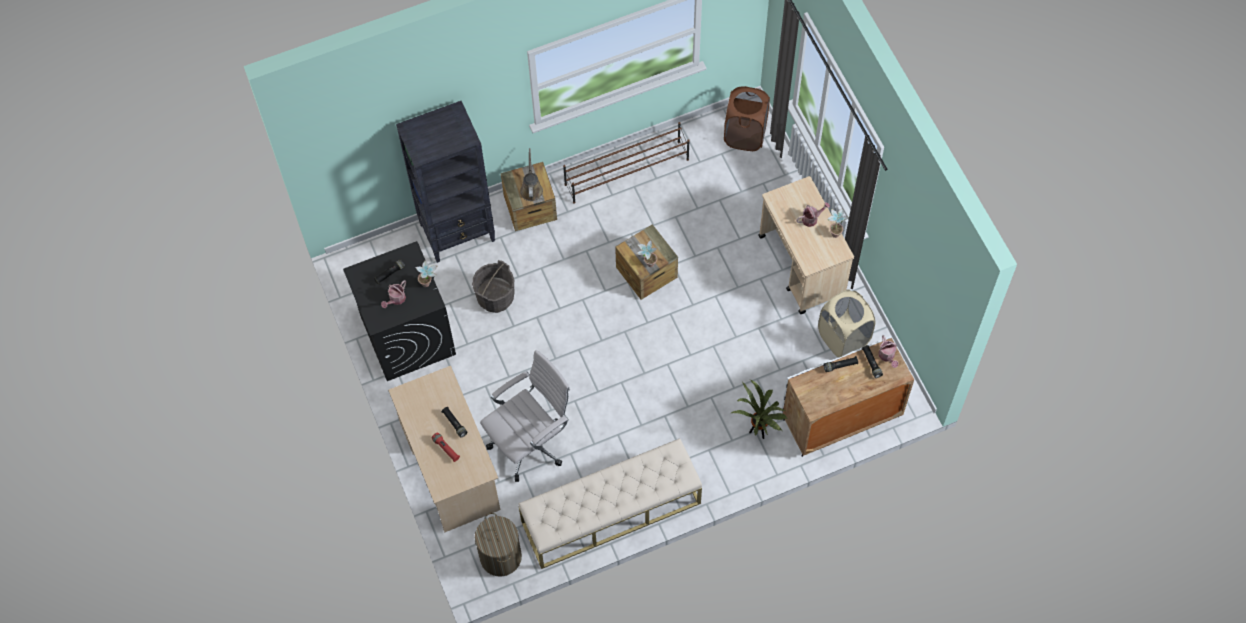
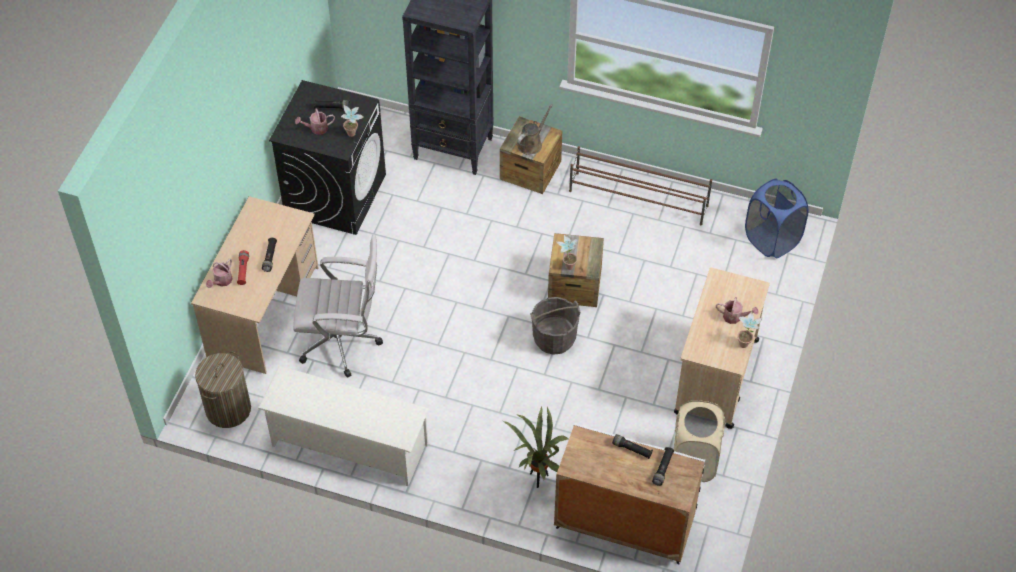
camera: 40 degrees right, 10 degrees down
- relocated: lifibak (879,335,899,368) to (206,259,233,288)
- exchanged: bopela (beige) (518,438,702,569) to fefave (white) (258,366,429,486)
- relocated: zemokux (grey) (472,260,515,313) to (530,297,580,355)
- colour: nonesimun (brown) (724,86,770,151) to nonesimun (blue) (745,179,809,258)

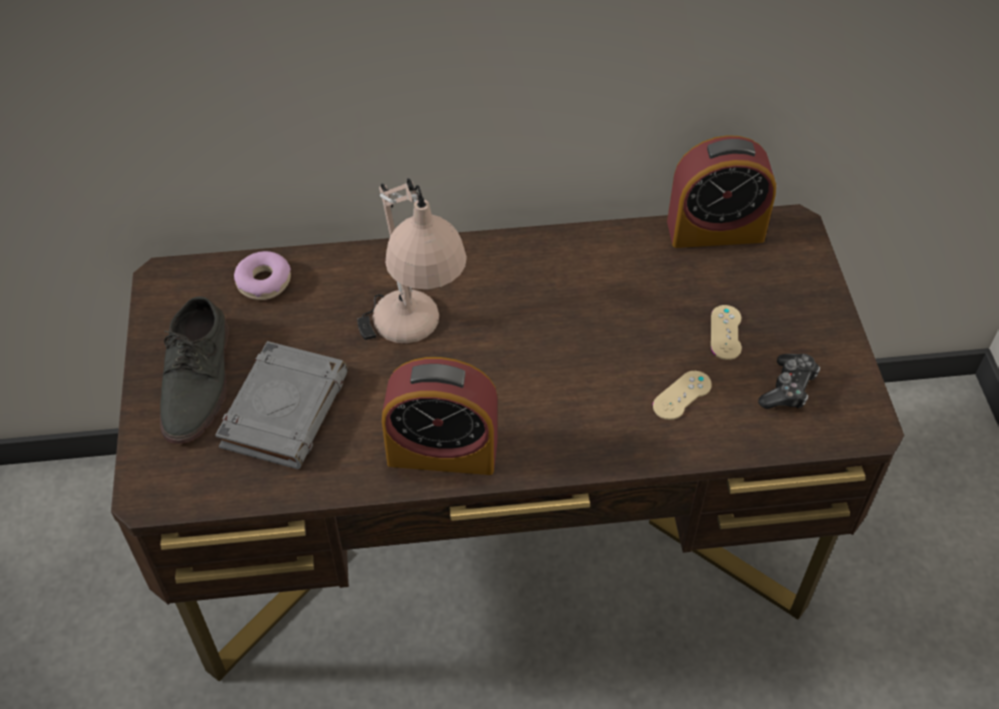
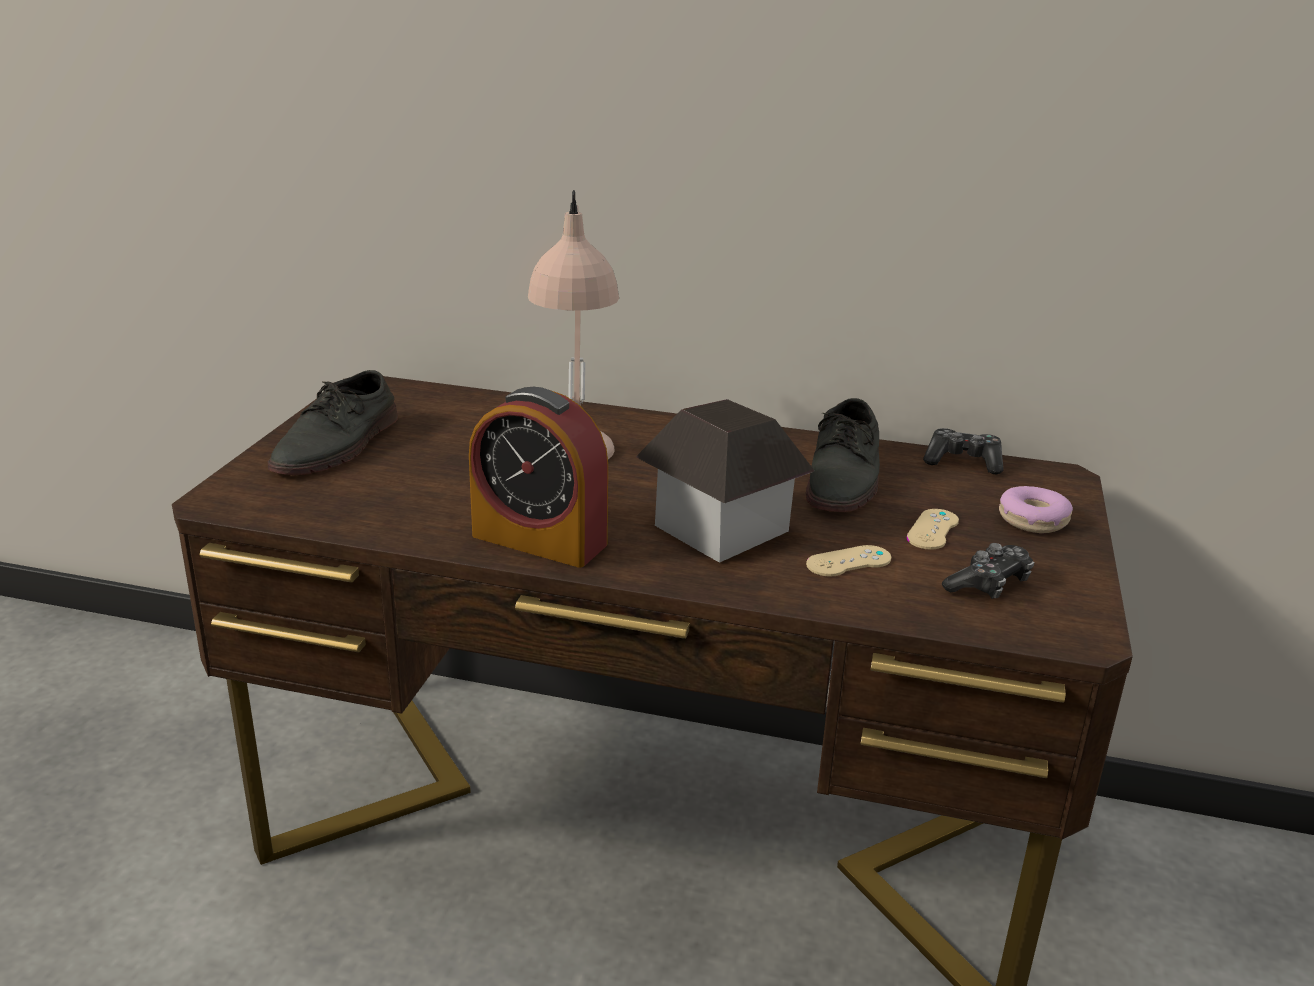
camera: 20 degrees right, 25 degrees down
- appeared: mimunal (636,399,815,563)
- appeared: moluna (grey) (806,398,880,512)
- exchanged: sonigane (667,135,776,248) to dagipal (923,428,1004,474)
- relocated: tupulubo (234,251,291,300) to (999,486,1073,533)
- missing: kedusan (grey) (215,341,349,469)

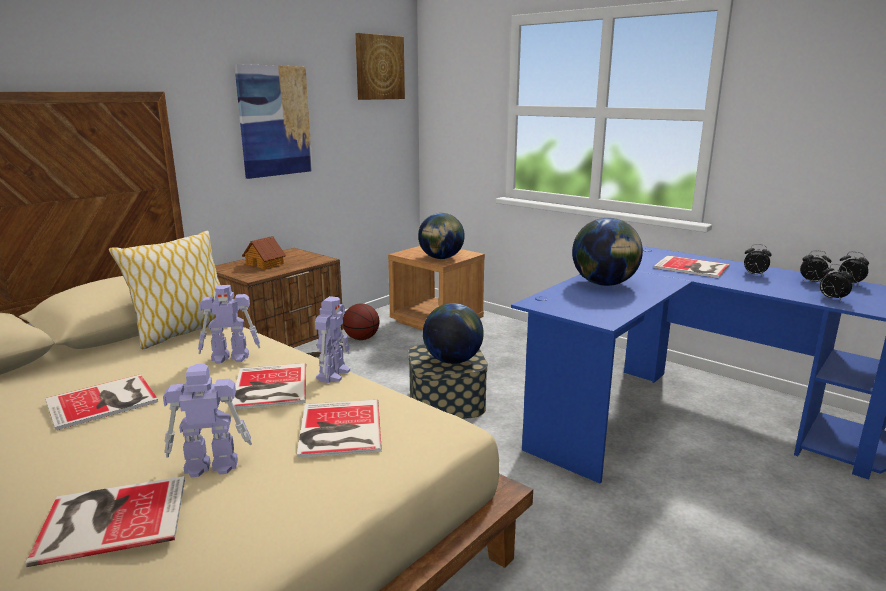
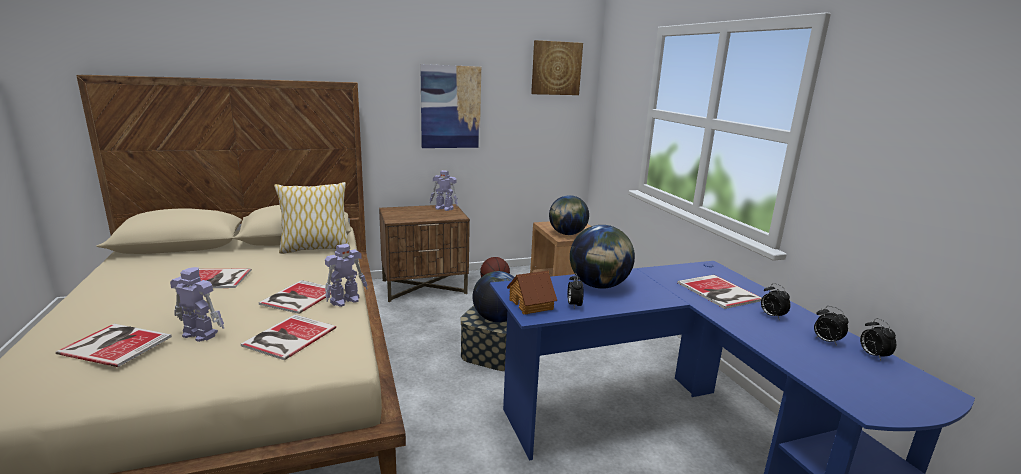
camera: 30 degrees right, 0 degrees up
- relocated: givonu (198,285,260,364) to (430,170,458,211)
- relocated: mimunal (242,236,286,270) to (507,271,557,315)
- relocated: sonigane (820,264,852,302) to (567,273,583,309)

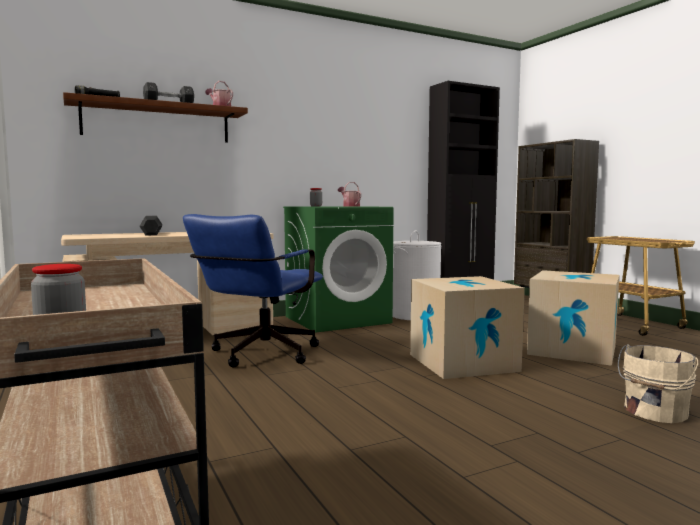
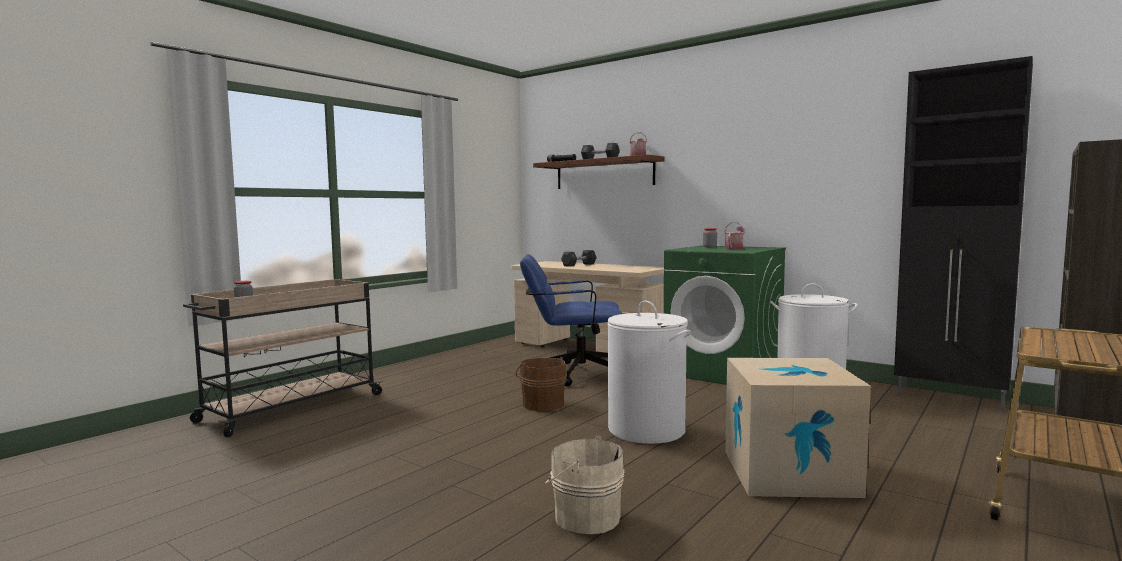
camera: 65 degrees right, 0 degrees up
- appeared: zemokux (brown) (516,357,566,411)
- exchanged: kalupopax (410,276,525,379) to nonesimun (white) (607,301,691,444)

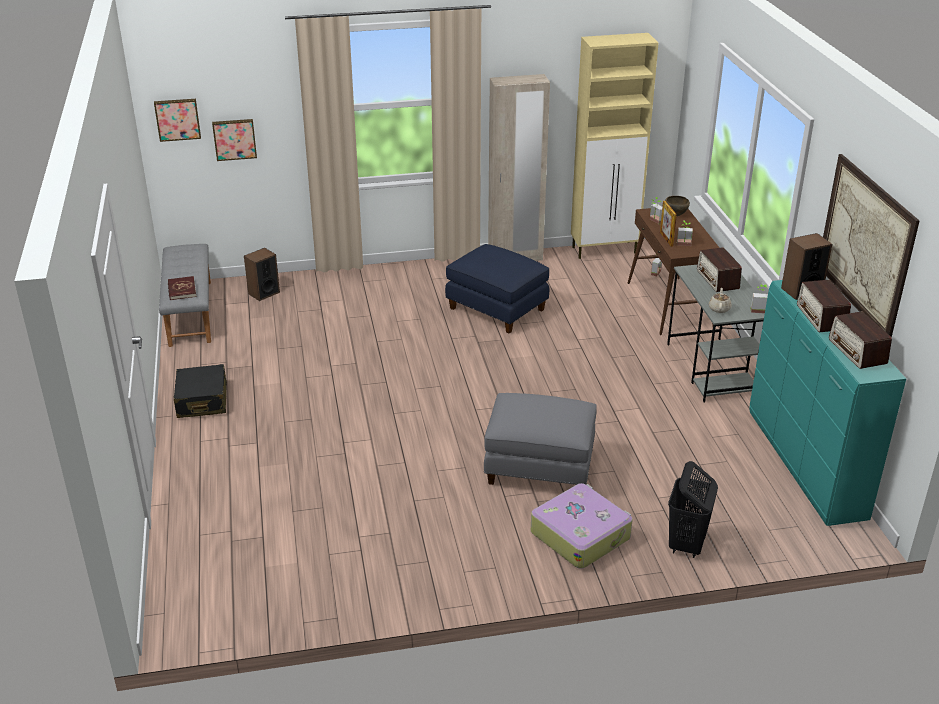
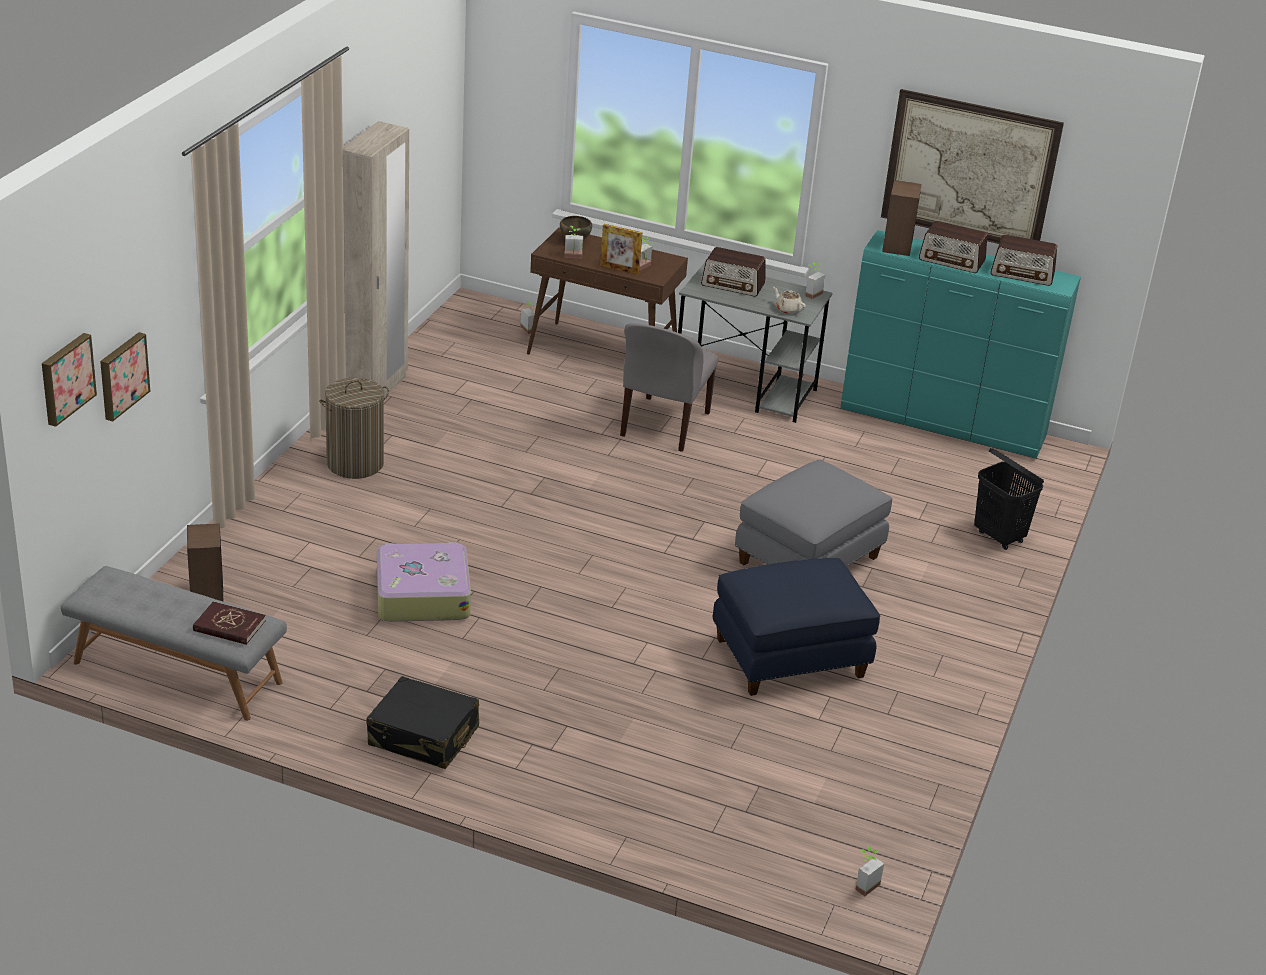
camera: 60 degrees left, 0 degrees up
- appeared: nonesimun (319,378,389,479)
- relocated: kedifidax (531,483,633,569) to (377,542,471,622)
- appeared: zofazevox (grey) (620,323,718,452)
- relocated: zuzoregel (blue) (445,244,549,334) to (713,558,880,696)
- appeared: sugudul (855,846,884,896)
- missing: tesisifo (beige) (571,33,659,259)

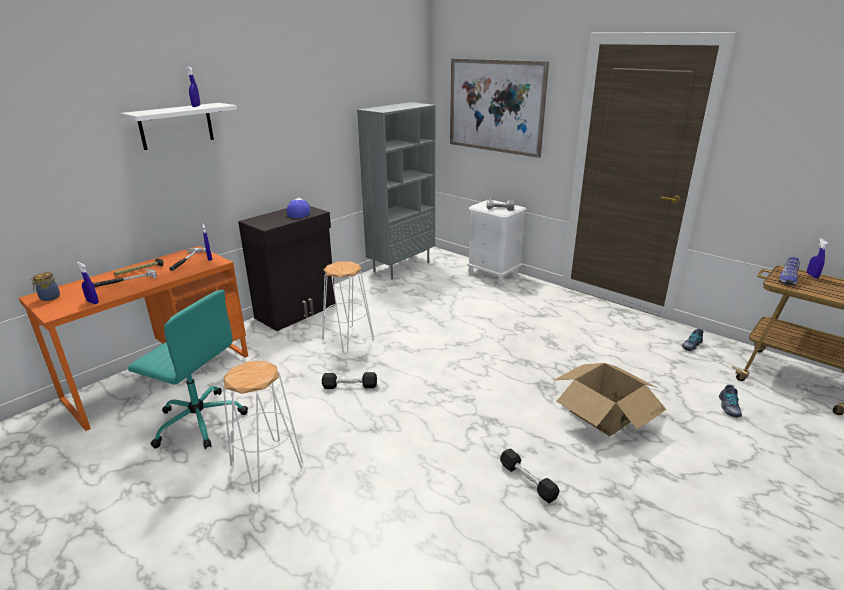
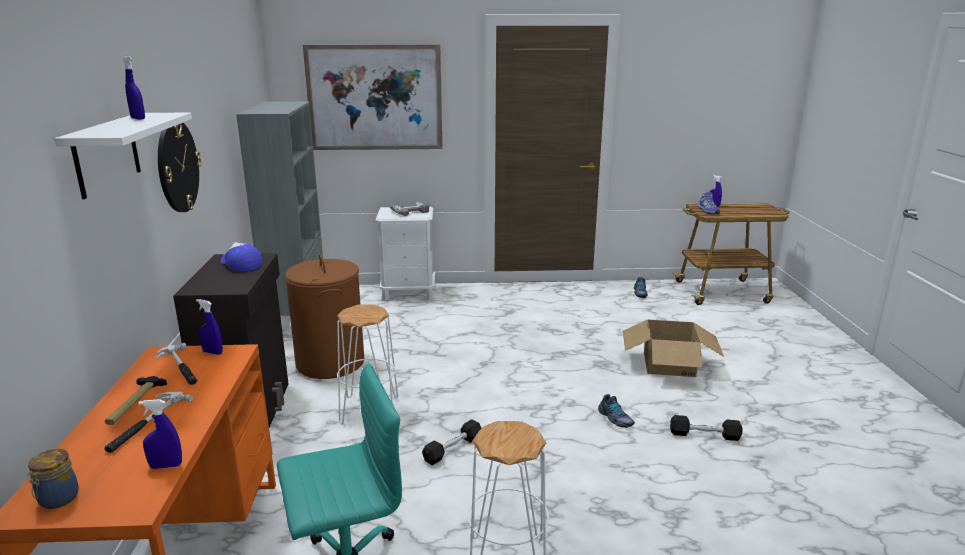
camera: 45 degrees left, 5 degrees down
- appeared: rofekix (158,123,201,212)
- appeared: nonesimun (brown) (285,254,364,379)
- relocated: moluna (719,385,742,418) to (598,394,635,428)

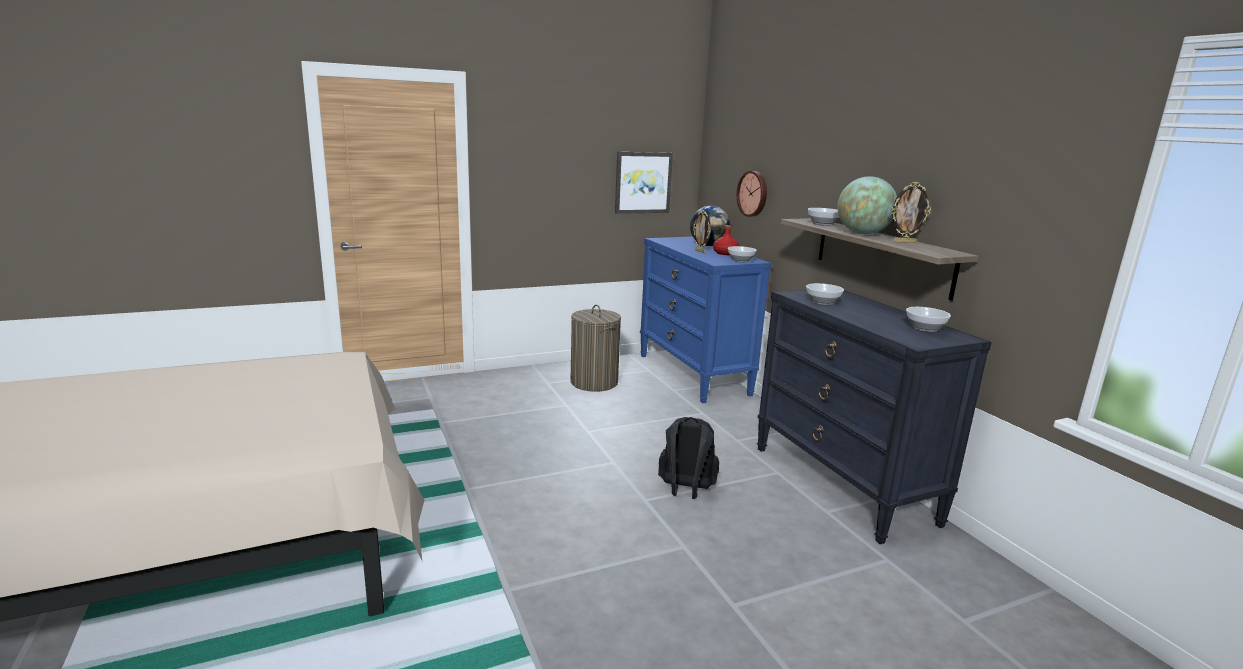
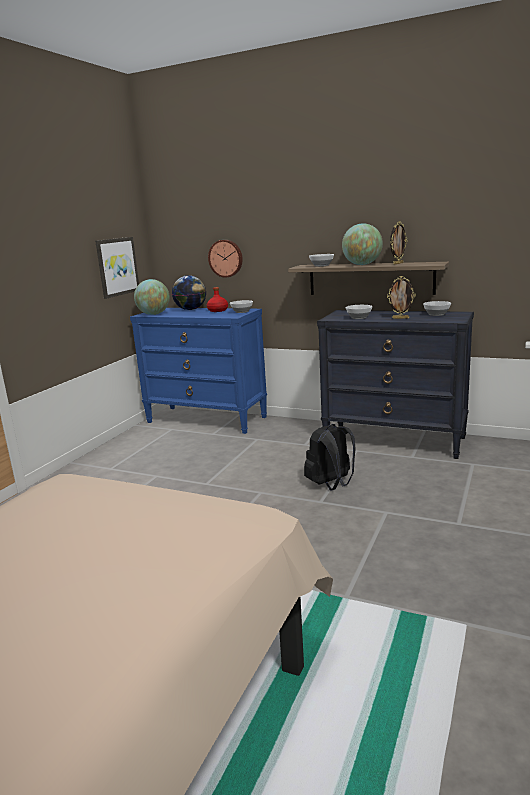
camera: 40 degrees left, 0 degrees up
- appeared: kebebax (134,279,170,315)
- relocated: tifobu (693,210,711,253) to (387,276,416,319)
- missing: nonesimun (570,305,621,392)

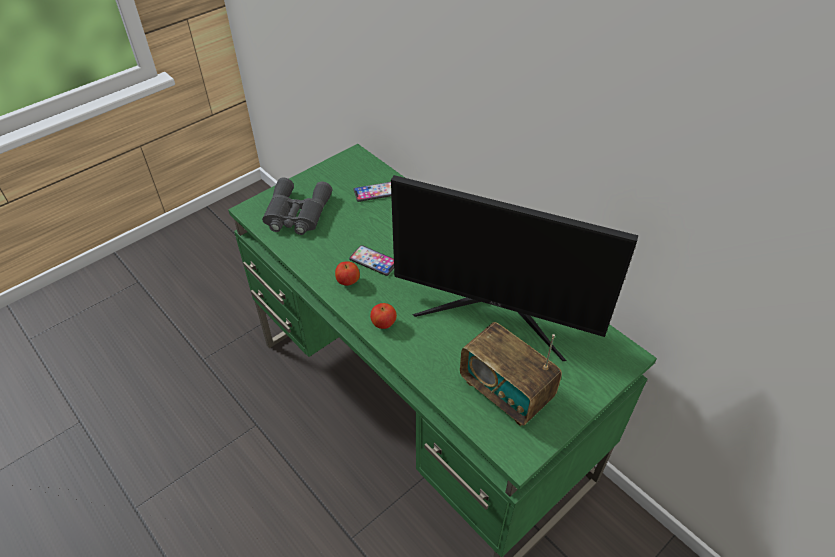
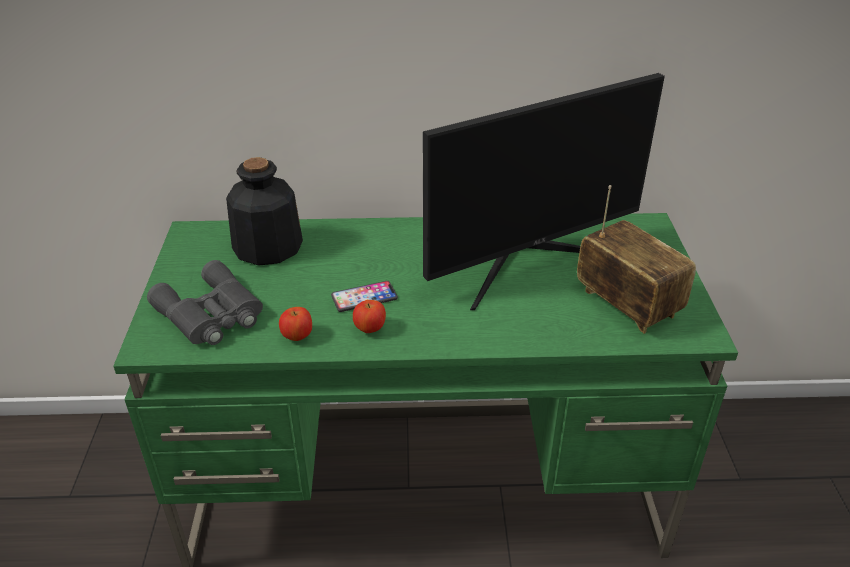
camera: 50 degrees left, 10 degrees down
- exchanged: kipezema (353,182,391,202) to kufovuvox (226,157,303,265)
- relocated: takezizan (370,303,397,329) to (279,307,312,341)
- spun: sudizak (460,322,562,426) = (577,185,696,334) 120 degrees counterclockwise

